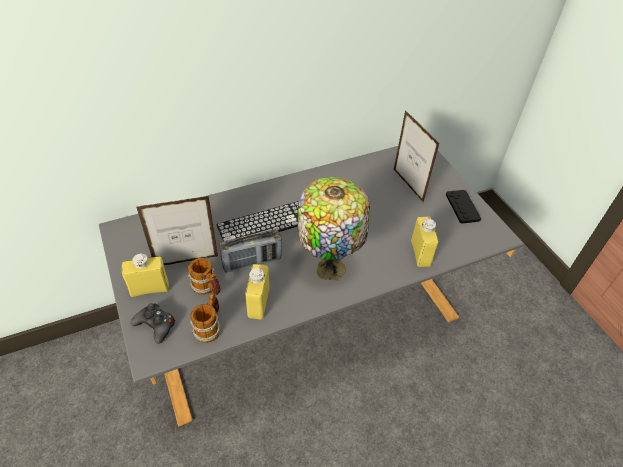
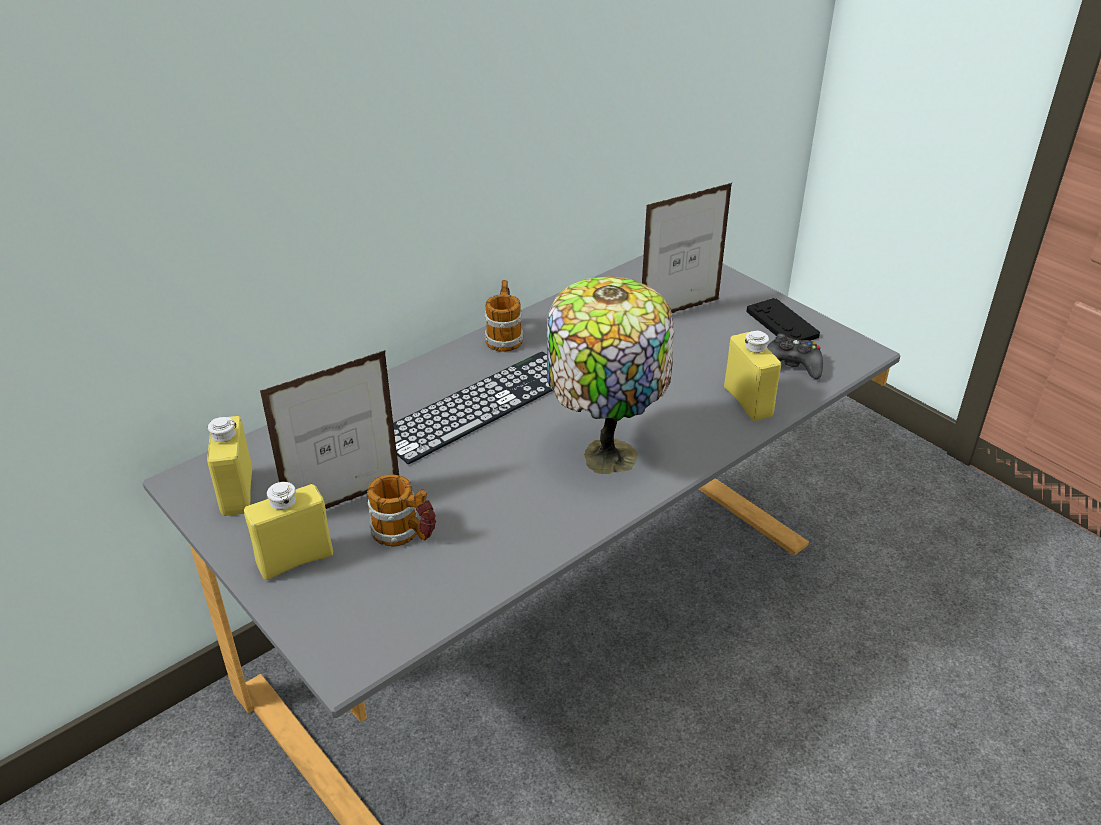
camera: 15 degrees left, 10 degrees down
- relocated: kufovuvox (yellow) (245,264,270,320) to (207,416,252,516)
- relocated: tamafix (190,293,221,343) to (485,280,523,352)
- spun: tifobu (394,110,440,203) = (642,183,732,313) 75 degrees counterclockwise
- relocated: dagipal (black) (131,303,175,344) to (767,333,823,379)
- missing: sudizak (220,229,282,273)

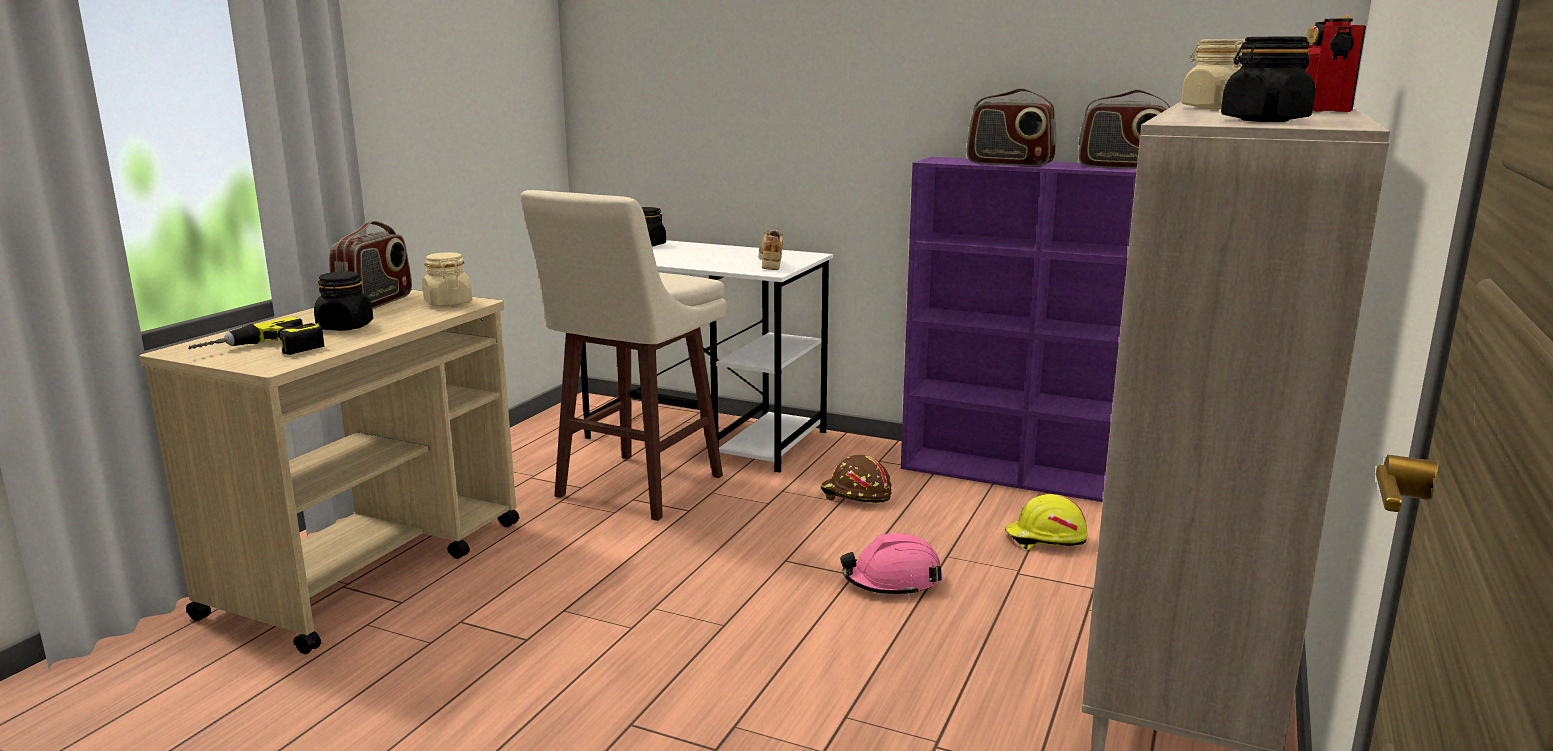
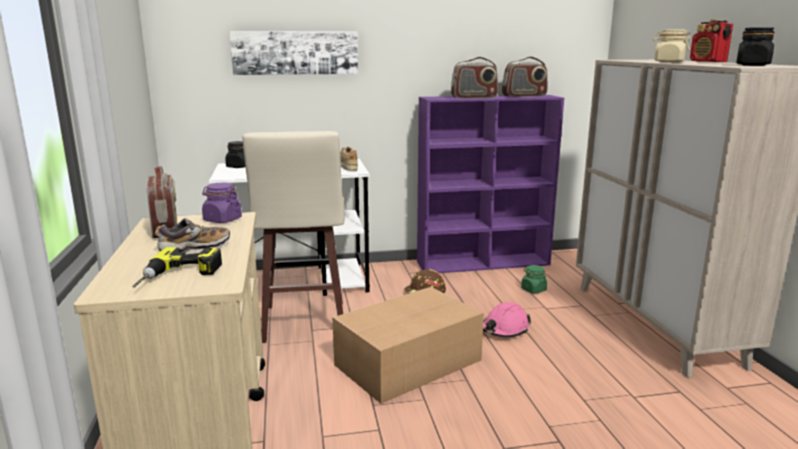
camera: 35 degrees left, 0 degrees up
- exchanged: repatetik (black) (314,271,373,331) to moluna (155,218,230,253)
- colour: repatetik (beige) (422,252,472,306) to repatetik (purple) (202,182,242,223)
- appeared: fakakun (229,31,358,75)
- appeared: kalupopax (333,287,484,404)
- exchanged: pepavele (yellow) (1004,494,1088,550) to repatetik (green) (521,265,547,294)

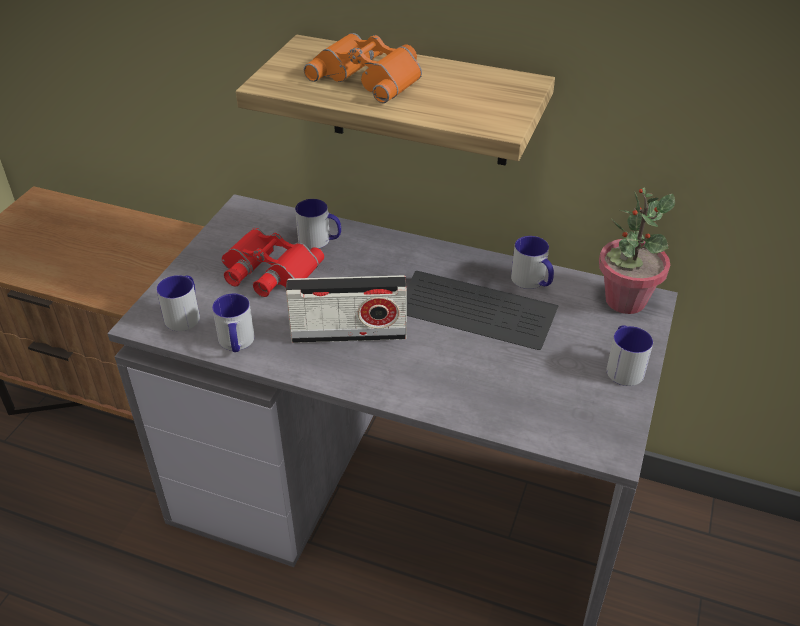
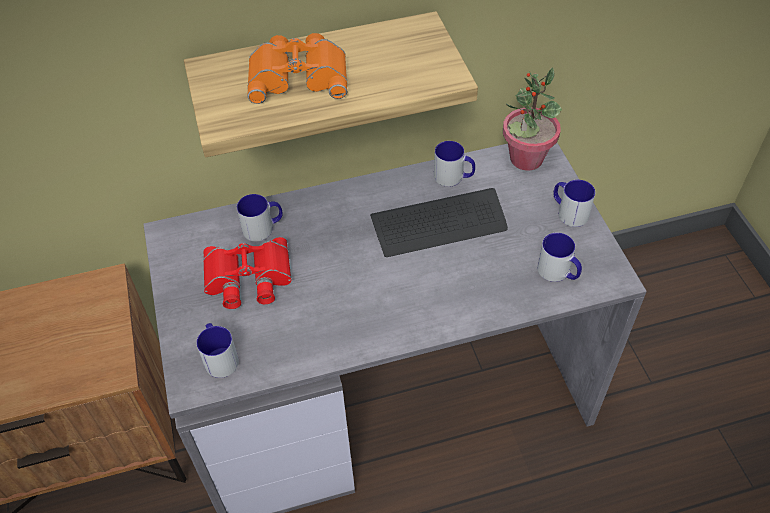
camera: 35 degrees left, 10 degrees up
- relocated: tamafix (212,293,255,352) to (537,233,582,282)
- missing: sudizak (286,275,407,343)

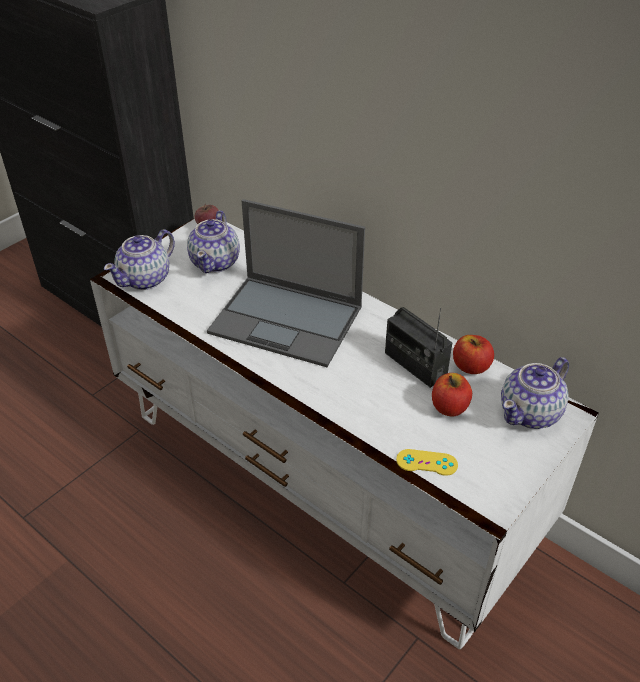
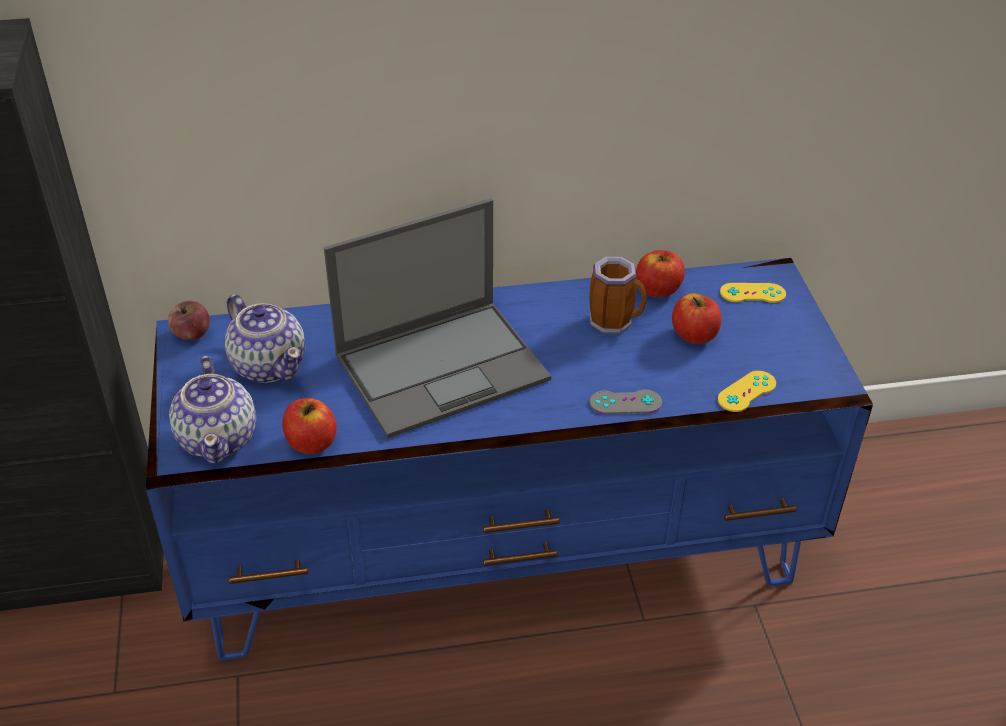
camera: 50 degrees left, 0 degrees up
- colour: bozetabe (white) (90,218,599,649) to bozetabe (blue) (146,258,873,660)
- appeared: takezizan (282,398,336,454)
- exchanged: sudizak (385,307,452,388) to tamafix (589,257,646,333)
- appeared: dagipal (grey) (590,390,662,414)
- exchanged: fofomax (501,357,569,429) to dagipal (yellow) (720,283,786,303)

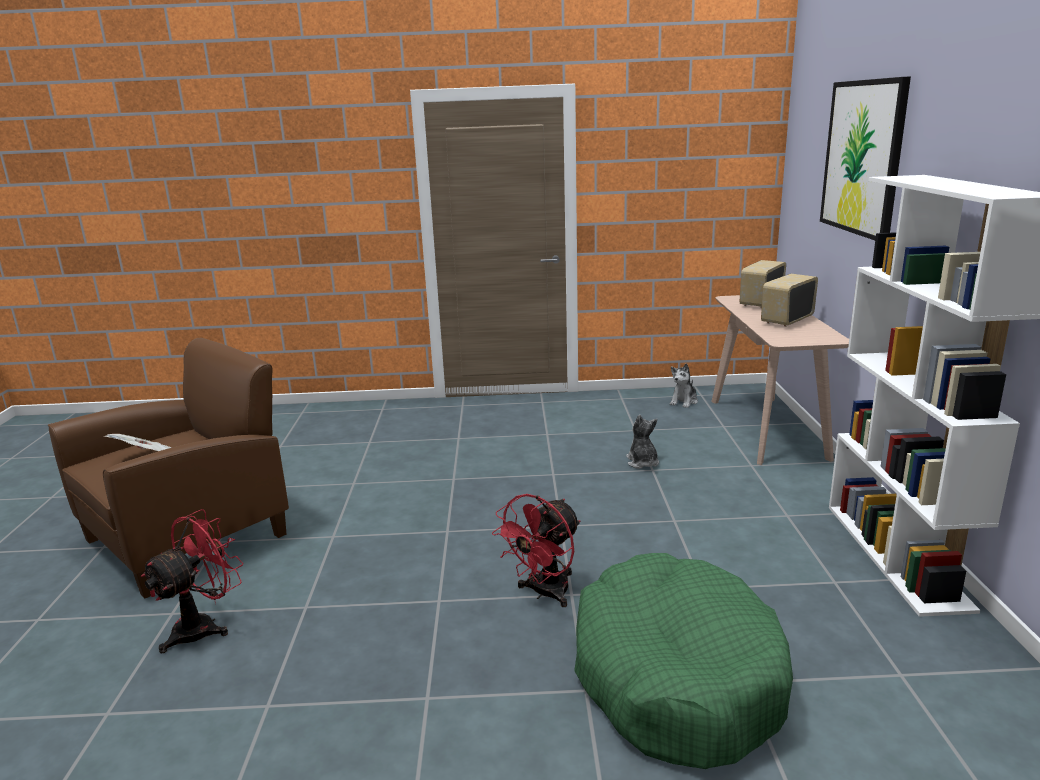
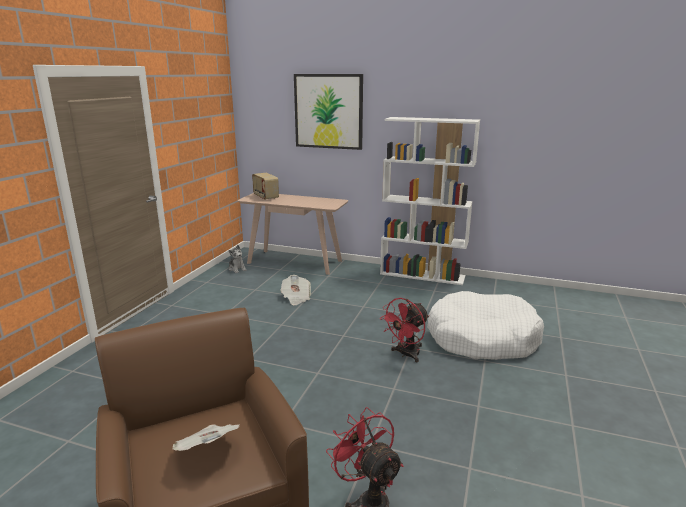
camera: 70 degrees left, 0 degrees up
- exchanged: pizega (626,414,659,469) to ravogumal (280,275,311,305)
- spun: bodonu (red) (492,494,580,607) = (380,298,429,362) 75 degrees clockwise
- colour: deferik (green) (574,553,793,769) to deferik (white) (427,291,544,360)
- missing: sudizak (761,274,818,327)

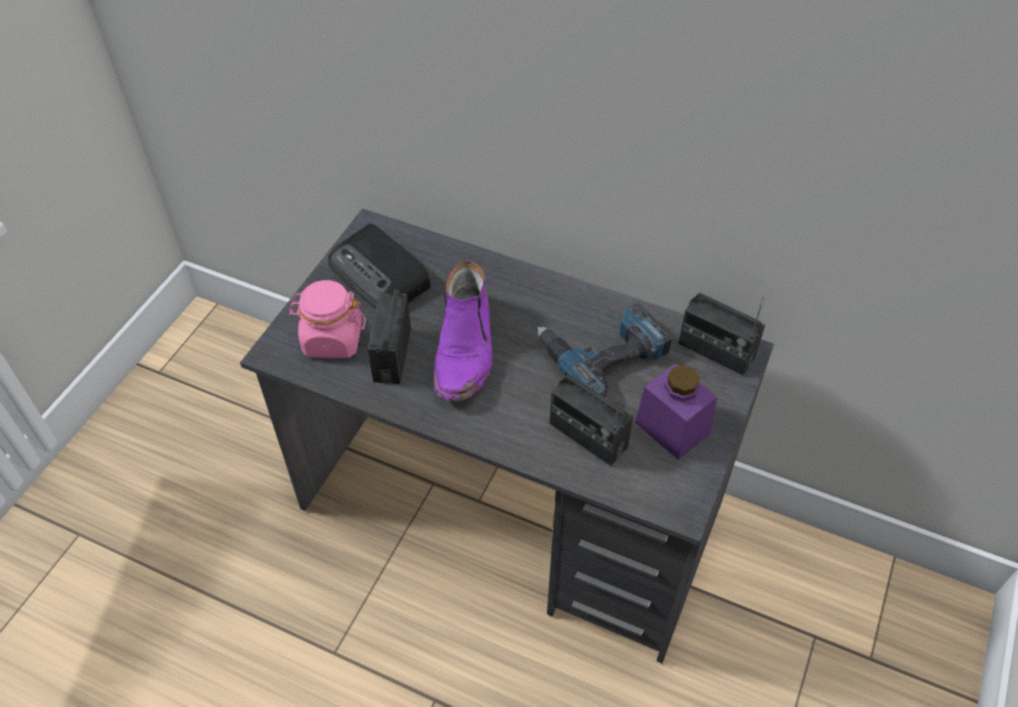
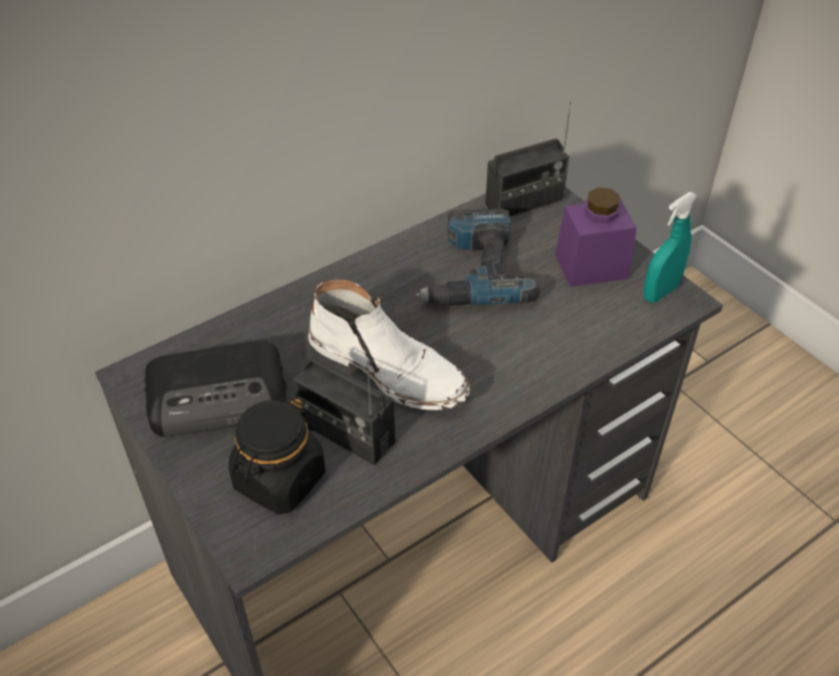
camera: 60 degrees left, 5 degrees down
- colour: repatetik (pink) (288,280,366,358) to repatetik (black) (229,396,326,514)
- colour: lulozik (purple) (433,261,493,402) to lulozik (white) (308,280,471,410)
- appeared: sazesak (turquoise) (643,192,698,303)
- missing: sudizak (550,374,633,466)

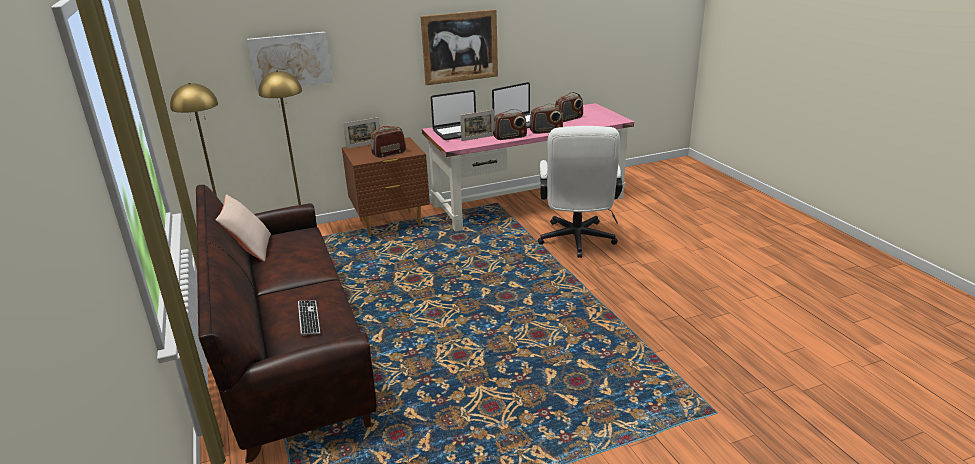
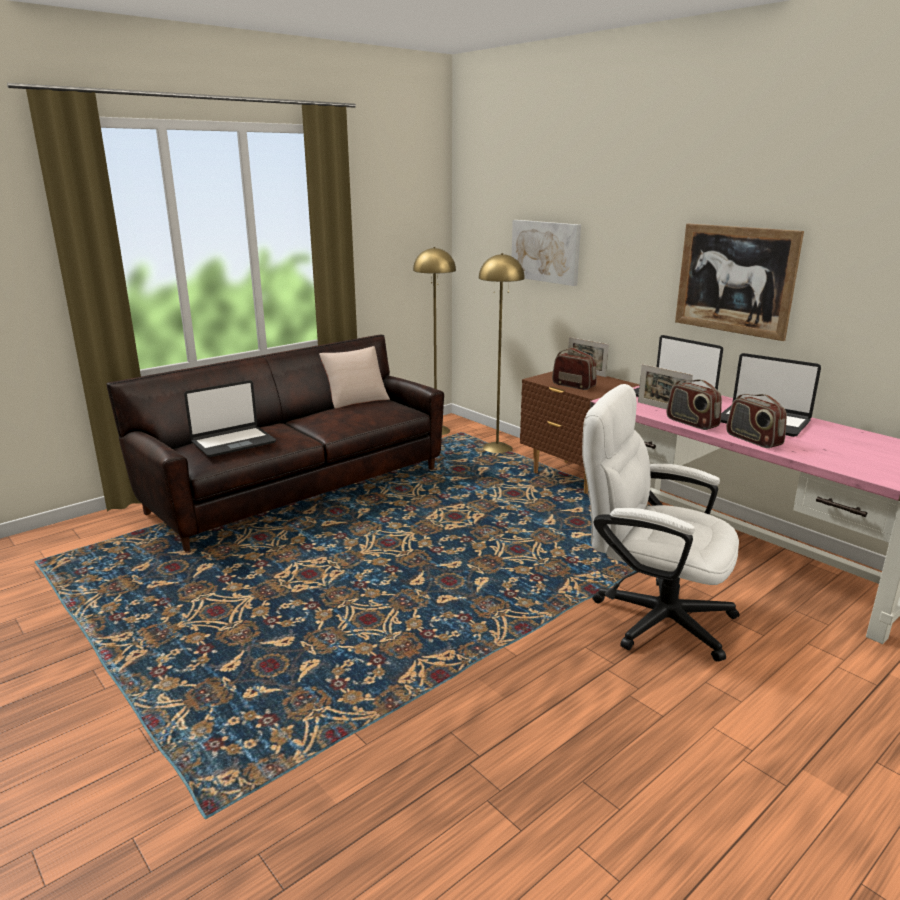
camera: 70 degrees right, 5 degrees down
- exchanged: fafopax (298,300,320,336) to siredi (184,380,276,457)
- spun: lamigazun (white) (538,126,622,258) = (582,384,739,661) 45 degrees clockwise
- missing: sudizak (555,92,583,122)

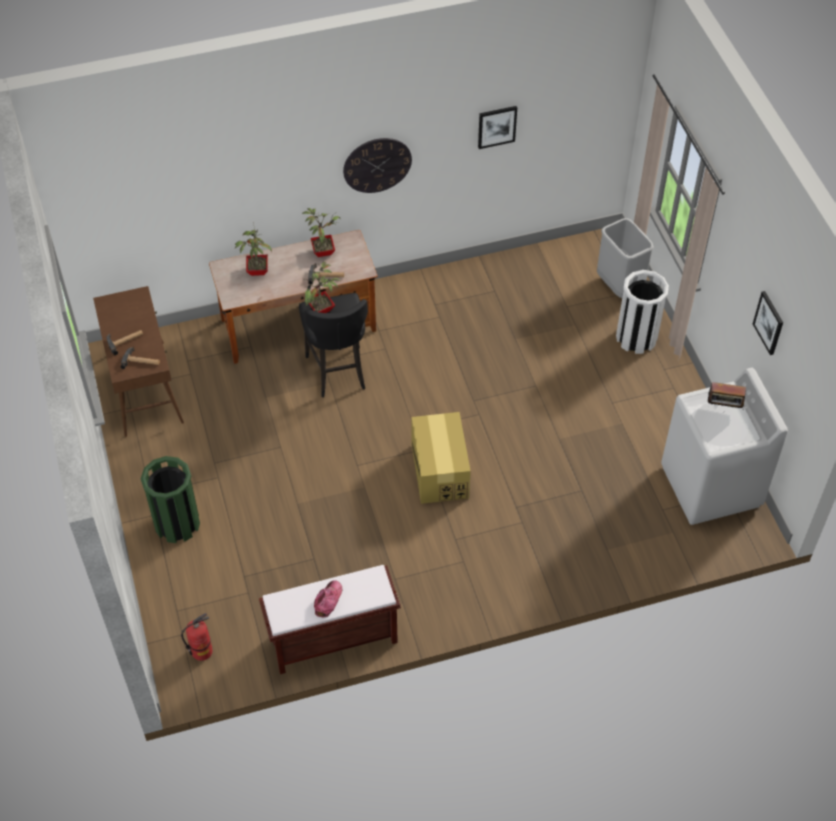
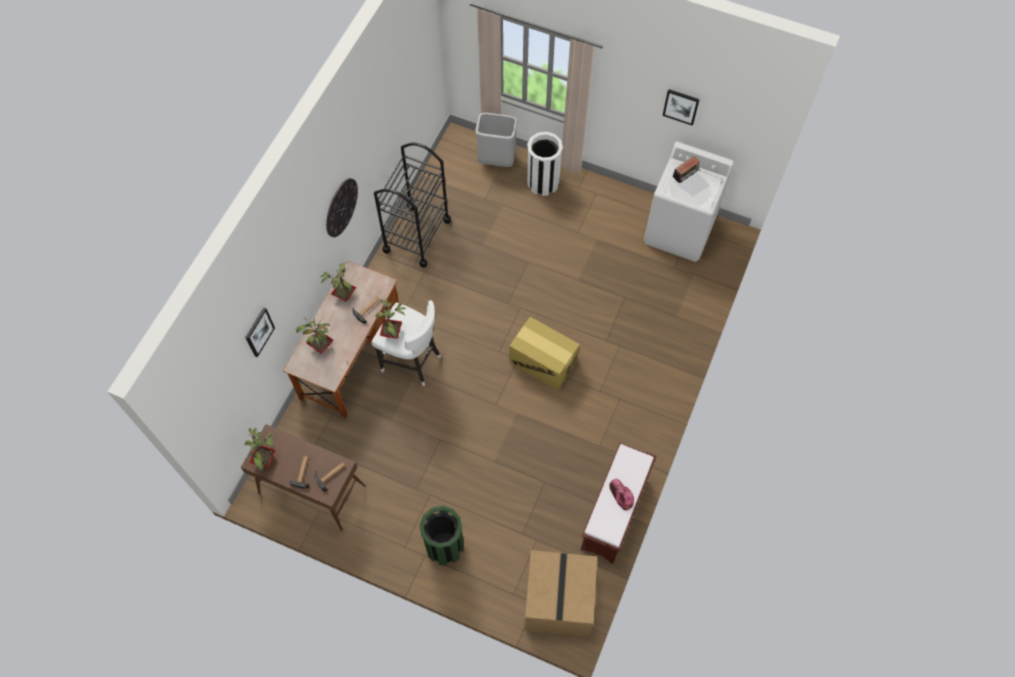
camera: 50 degrees left, 10 degrees up
- relocated: fakakun (478,106,517,149) to (245,307,275,357)
- appeared: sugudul (245,428,275,471)
- colour: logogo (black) (299,293,368,397) to logogo (white) (371,300,441,386)
- appeared: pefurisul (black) (374,142,451,268)
- exchanged: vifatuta (181,613,212,661) to kalupopax (524,550,597,637)

